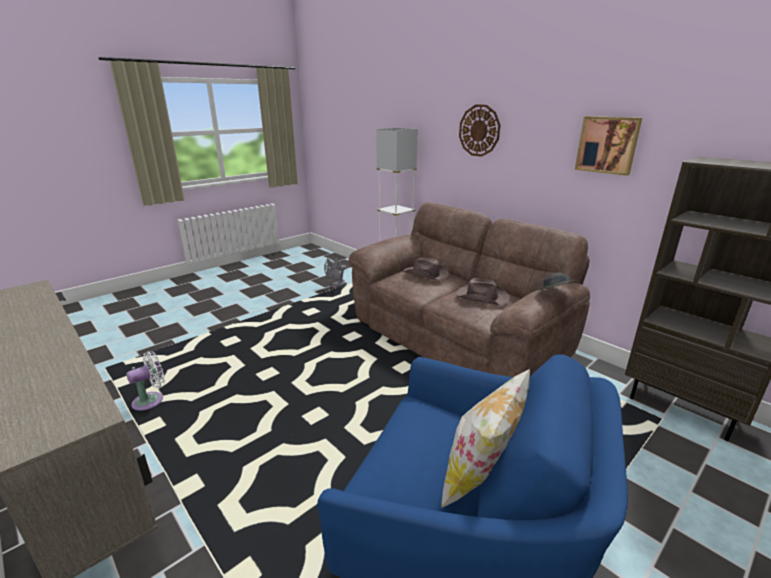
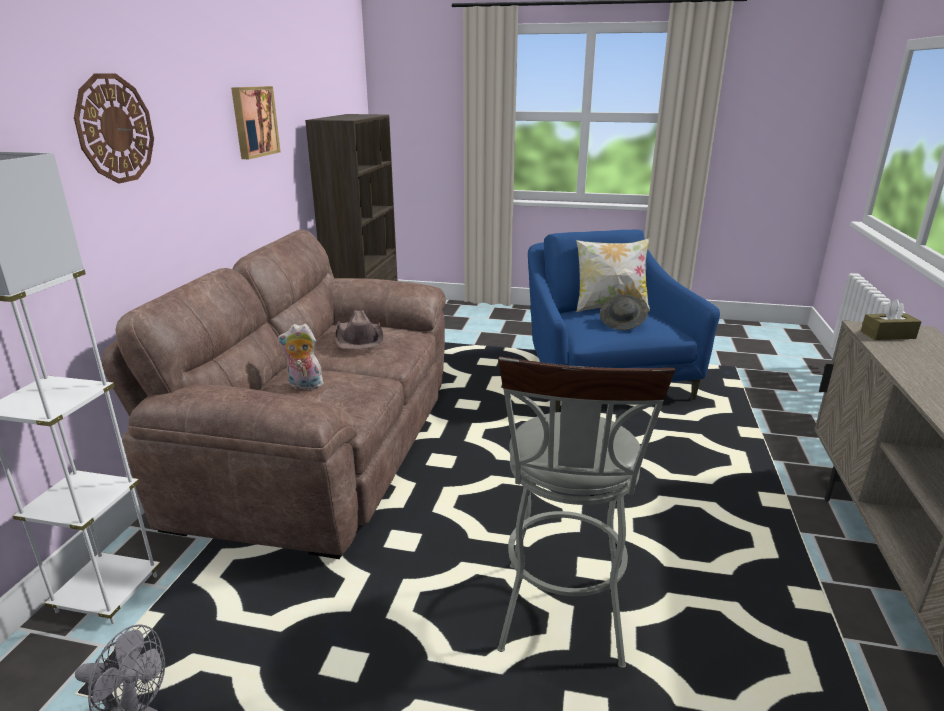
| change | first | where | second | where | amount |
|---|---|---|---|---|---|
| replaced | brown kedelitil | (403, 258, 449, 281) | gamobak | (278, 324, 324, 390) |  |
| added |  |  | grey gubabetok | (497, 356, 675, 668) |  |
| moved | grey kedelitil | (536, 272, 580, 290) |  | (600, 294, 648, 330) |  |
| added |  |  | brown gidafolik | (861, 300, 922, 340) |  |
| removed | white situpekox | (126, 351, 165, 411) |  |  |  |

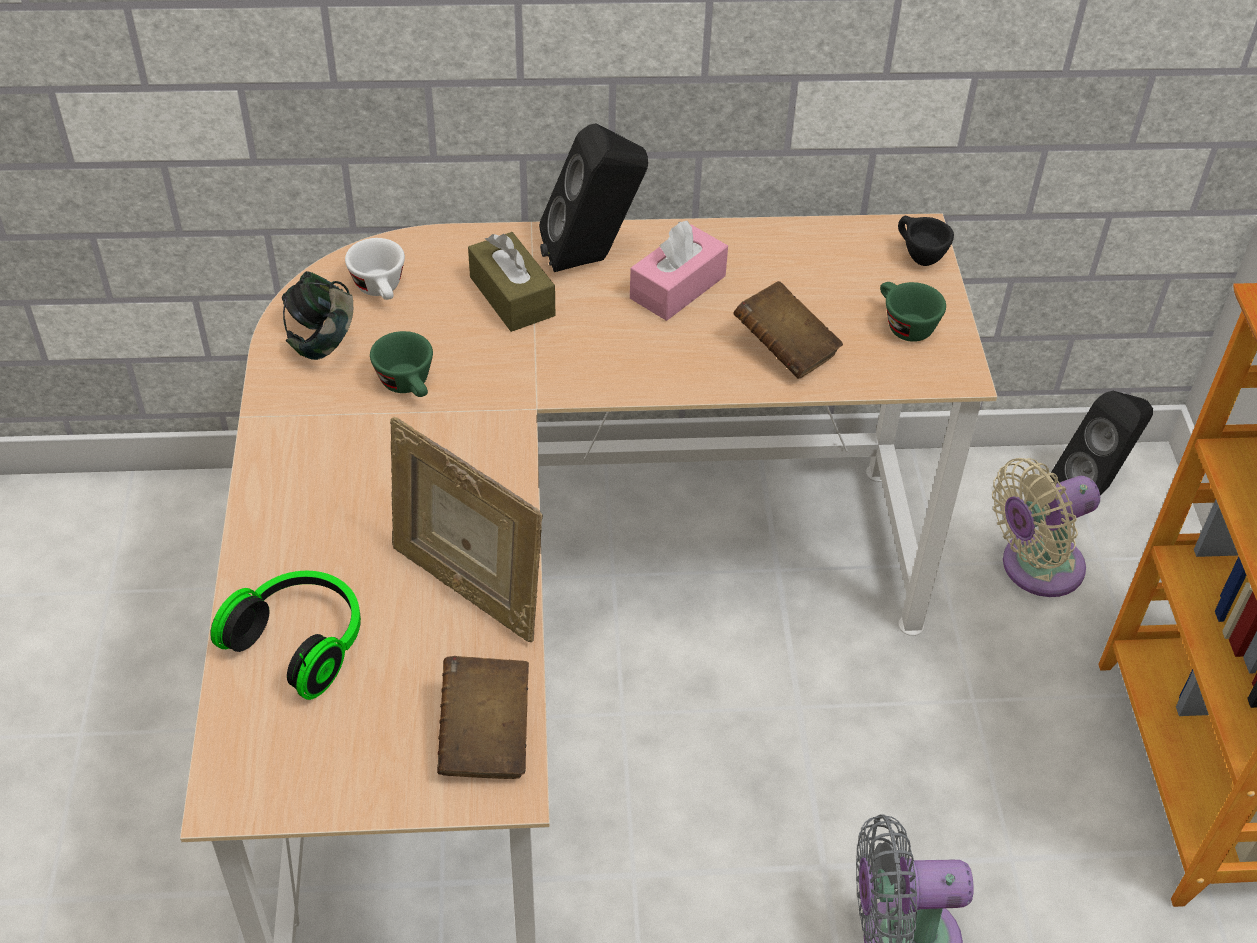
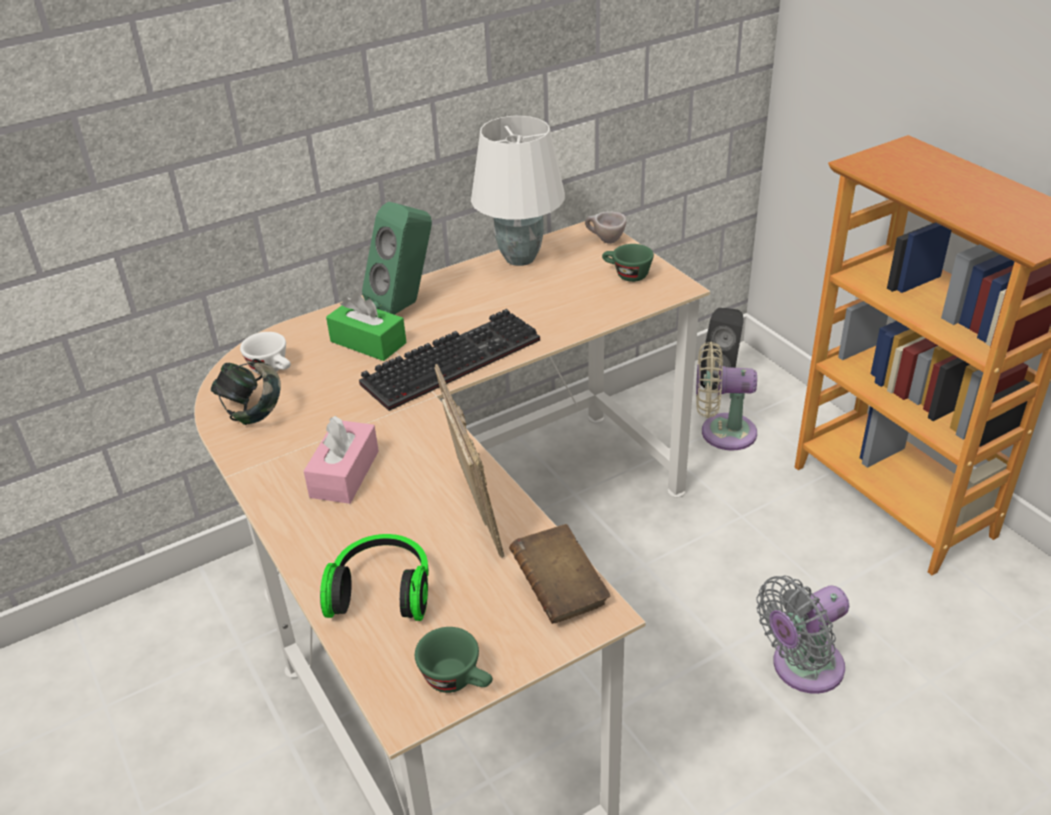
| change | first | where | second | where | amount |
|---|---|---|---|---|---|
| moved | pink gidafolik | (630, 221, 728, 321) |  | (304, 416, 379, 504) |  |
| recoloured | brown gidafolik | (468, 232, 555, 332) | green gidafolik | (326, 293, 407, 361) |  |
| added |  |  | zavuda | (359, 309, 540, 411) |  |
| recoloured | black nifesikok | (539, 123, 648, 272) | green nifesikok | (362, 202, 432, 315) |  |
| moved | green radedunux | (370, 331, 433, 397) |  | (415, 627, 493, 693) |  |
| turned | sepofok | (390, 417, 543, 642) |  | (434, 364, 504, 558) | 120 degrees counterclockwise |
| added |  |  | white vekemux | (471, 116, 565, 266) |  |
| recoloured | black radedunux | (898, 216, 954, 266) | beige radedunux | (585, 212, 626, 244) |  |
| turned | beige situpekox | (992, 458, 1100, 597) |  | (696, 342, 757, 451) | 60 degrees clockwise |
| removed | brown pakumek | (733, 281, 843, 379) |  |  |  |

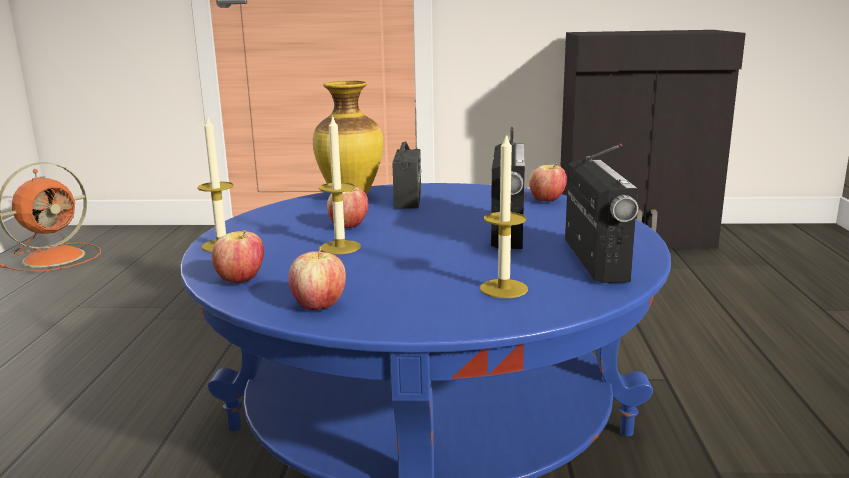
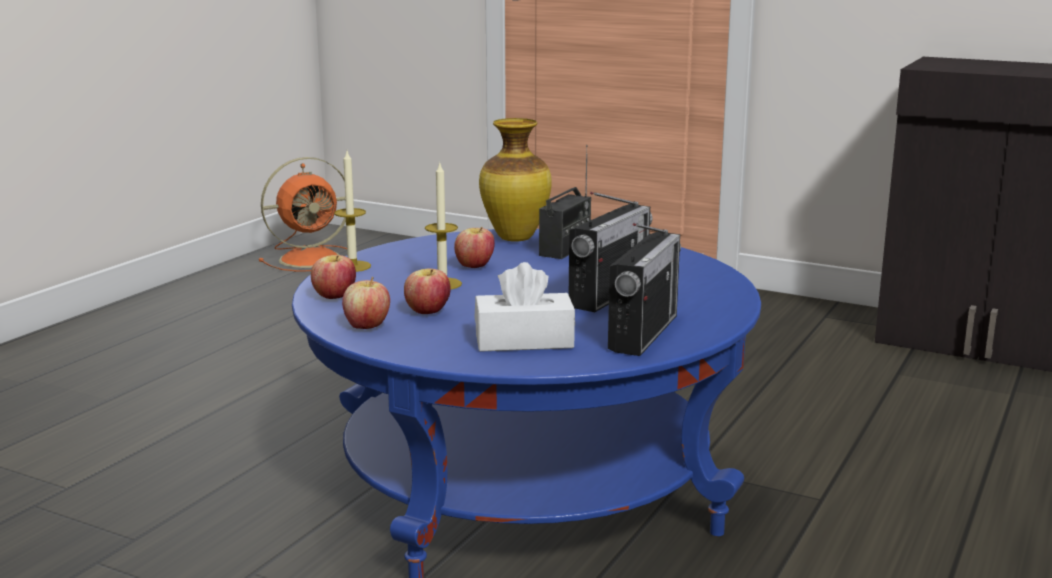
| change | first | where | second | where | amount |
|---|---|---|---|---|---|
| moved | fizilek | (529, 163, 567, 202) |  | (404, 269, 451, 314) |  |
| replaced | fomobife | (480, 132, 528, 298) | white gidafolik | (475, 262, 575, 352) |  |

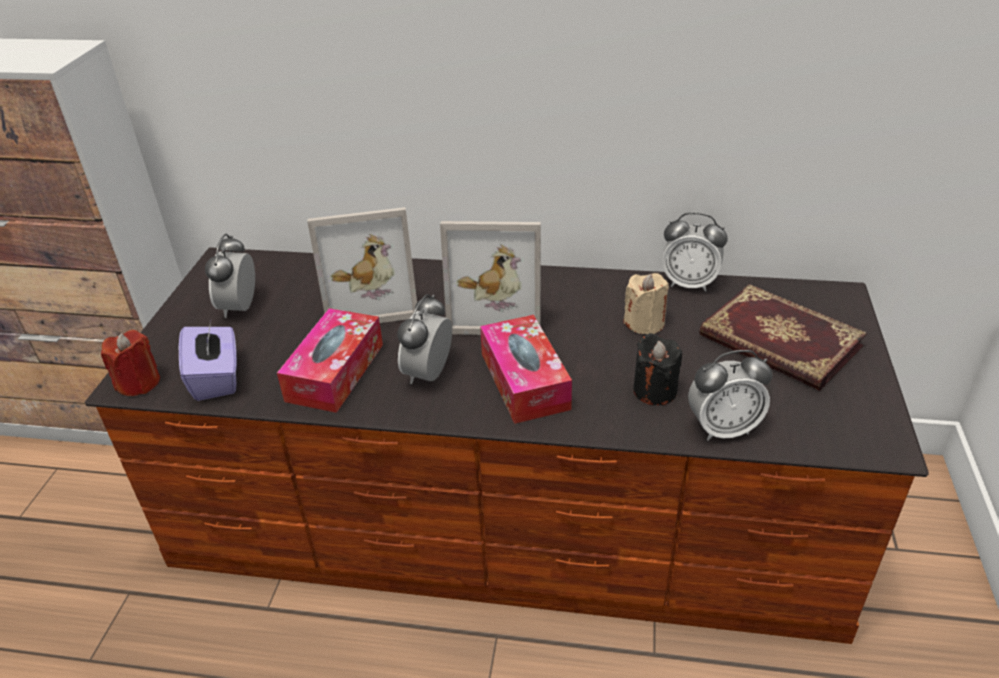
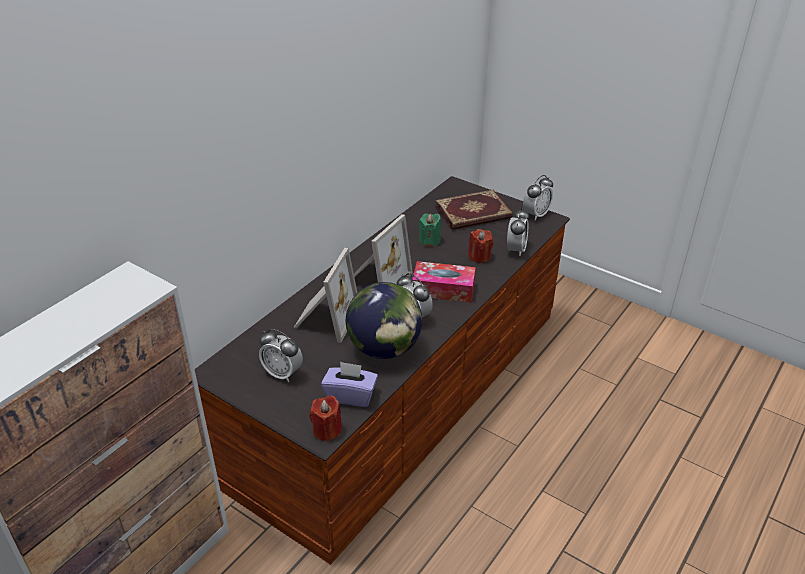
| change | first | where | second | where | amount |
|---|---|---|---|---|---|
| replaced | gidafolik | (277, 308, 383, 413) | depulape | (346, 282, 422, 359) |  |
| recoloured | beige fomobife | (623, 273, 669, 334) | green fomobife | (419, 213, 441, 246) |  |
| recoloured | black fomobife | (633, 333, 682, 405) | red fomobife | (468, 229, 494, 263) |  |
| moved | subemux | (662, 212, 728, 292) |  | (523, 175, 553, 220) |  |

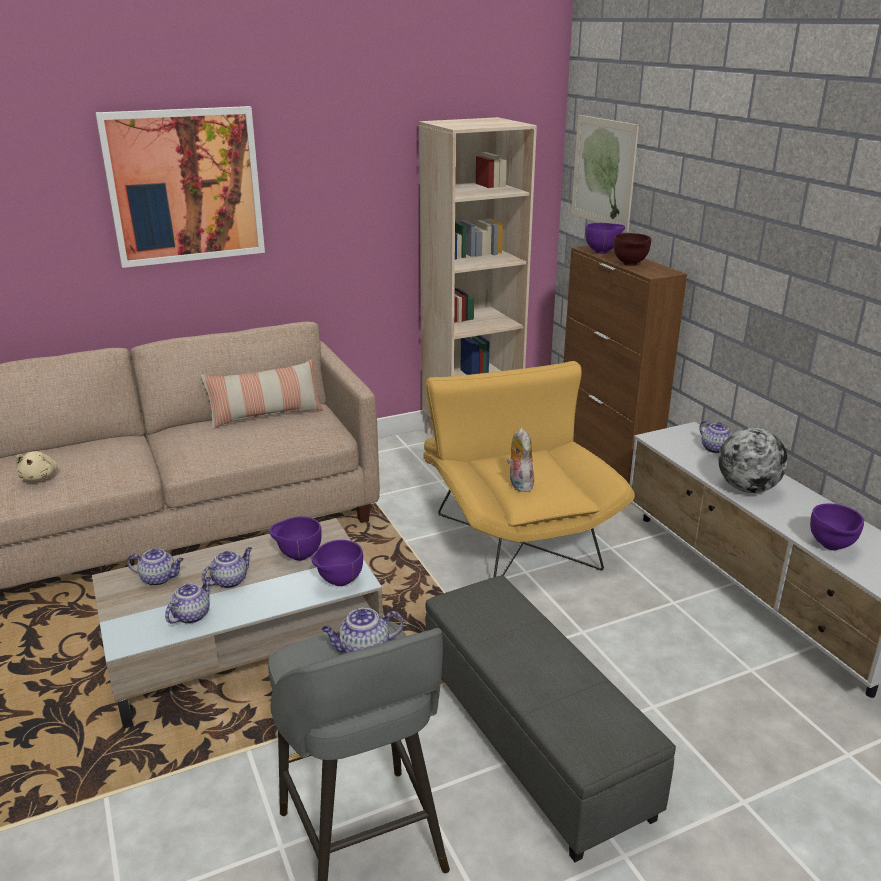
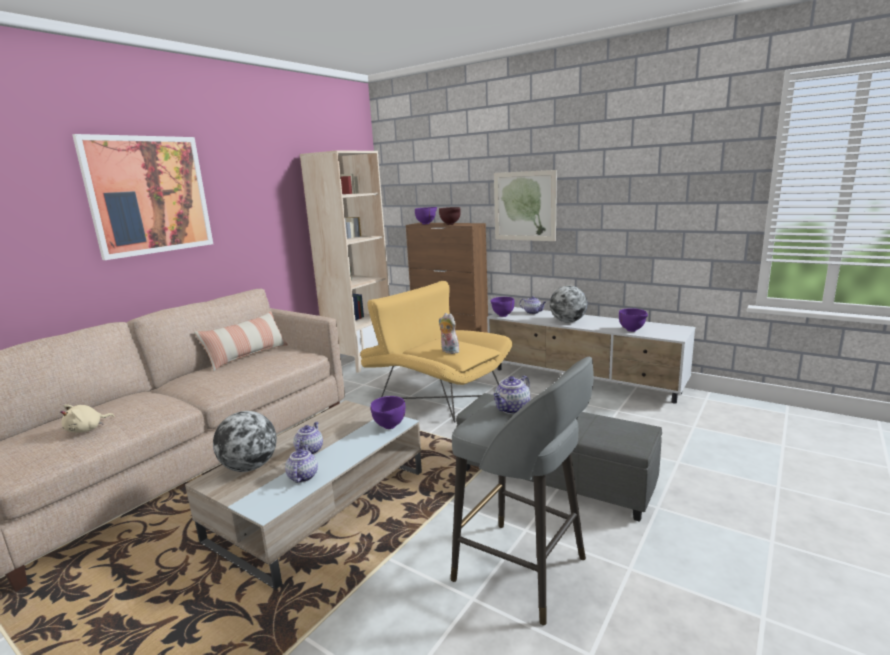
| change | first | where | second | where | amount |
|---|---|---|---|---|---|
| turned | beige gamobak | (15, 451, 58, 481) |  | (60, 404, 114, 432) | 75 degrees clockwise |
| replaced | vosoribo | (127, 549, 184, 586) | depulape | (213, 411, 277, 472) |  |
| moved | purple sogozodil | (270, 516, 322, 561) |  | (490, 297, 515, 317) |  |
| moved | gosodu | (571, 115, 639, 233) |  | (494, 170, 557, 241) |  |

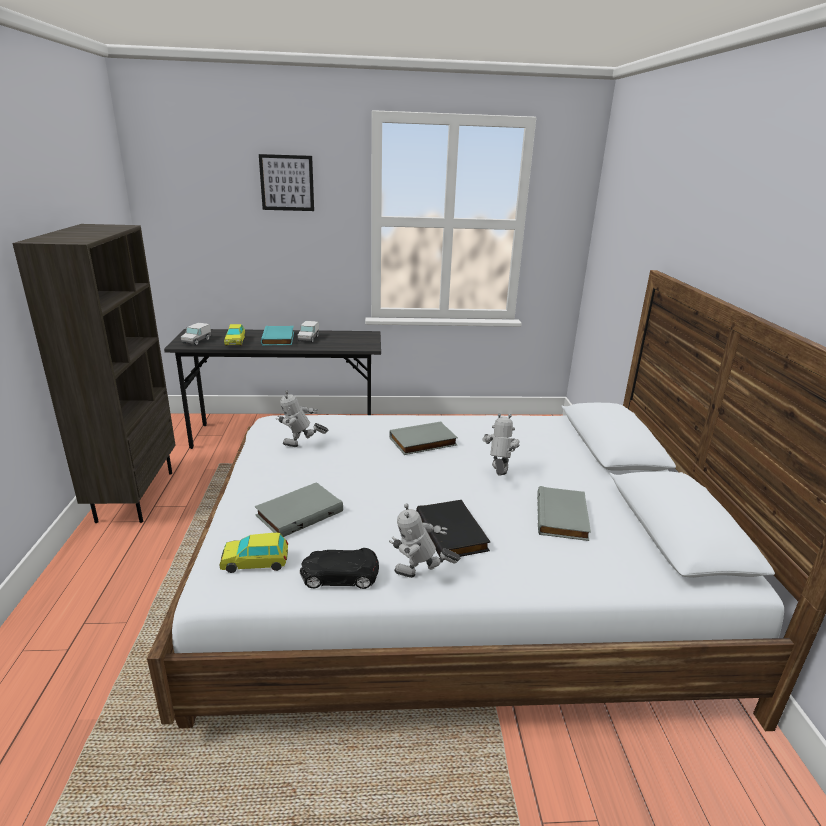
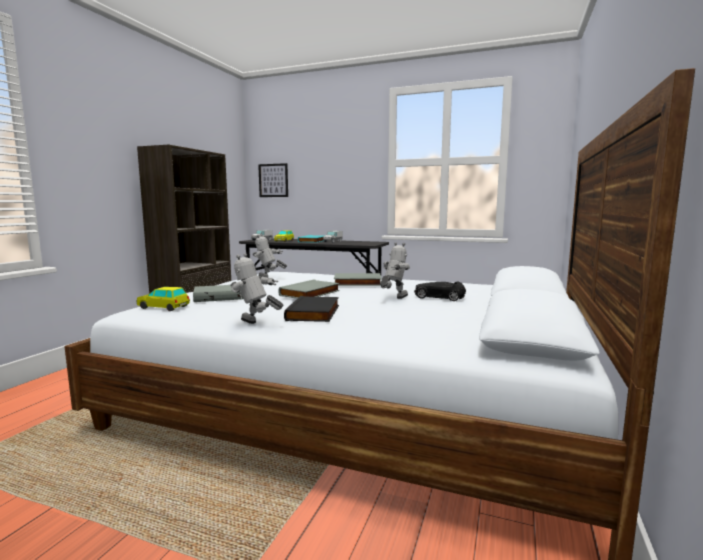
| change | first | where | second | where | amount |
|---|---|---|---|---|---|
| moved | gosodu | (259, 154, 314, 211) |  | (258, 163, 288, 197) |  |
| moved | grey pakumek | (537, 486, 591, 541) |  | (278, 280, 340, 298) |  |
| moved | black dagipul | (300, 548, 379, 589) |  | (414, 281, 466, 301) |  |

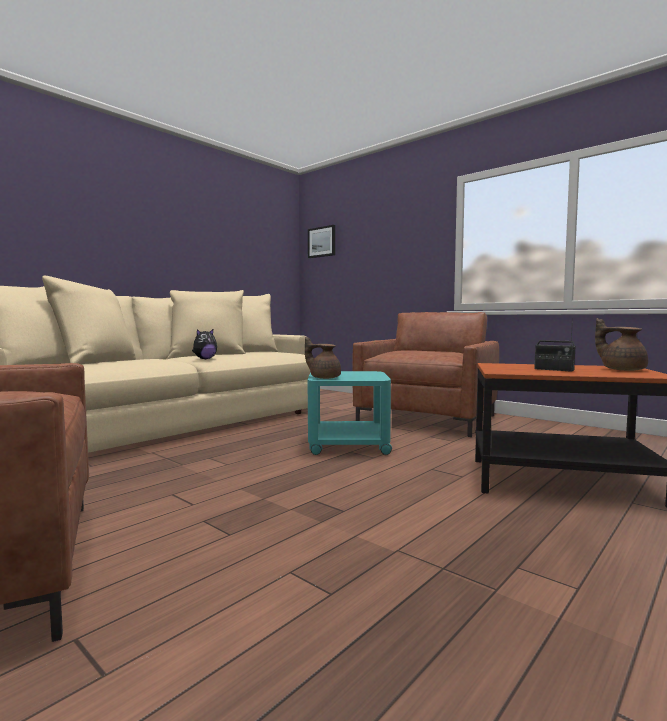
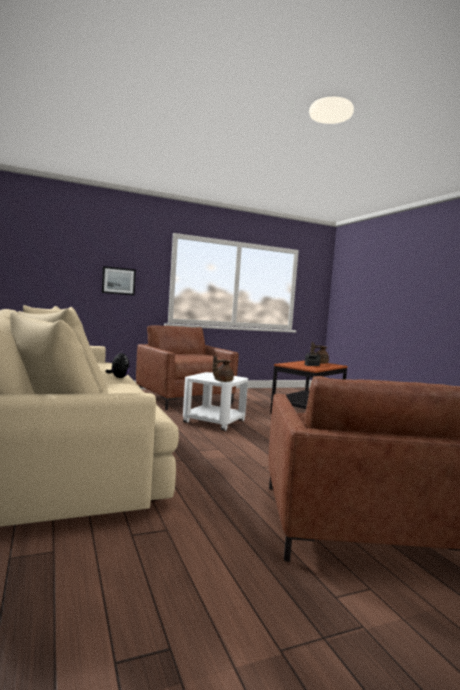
| change | first | where | second | where | amount |
|---|---|---|---|---|---|
| moved | gosodu | (308, 225, 335, 258) |  | (102, 266, 136, 295) |  |
| recoloured | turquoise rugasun | (308, 371, 392, 455) | white rugasun | (183, 372, 248, 431) |  |

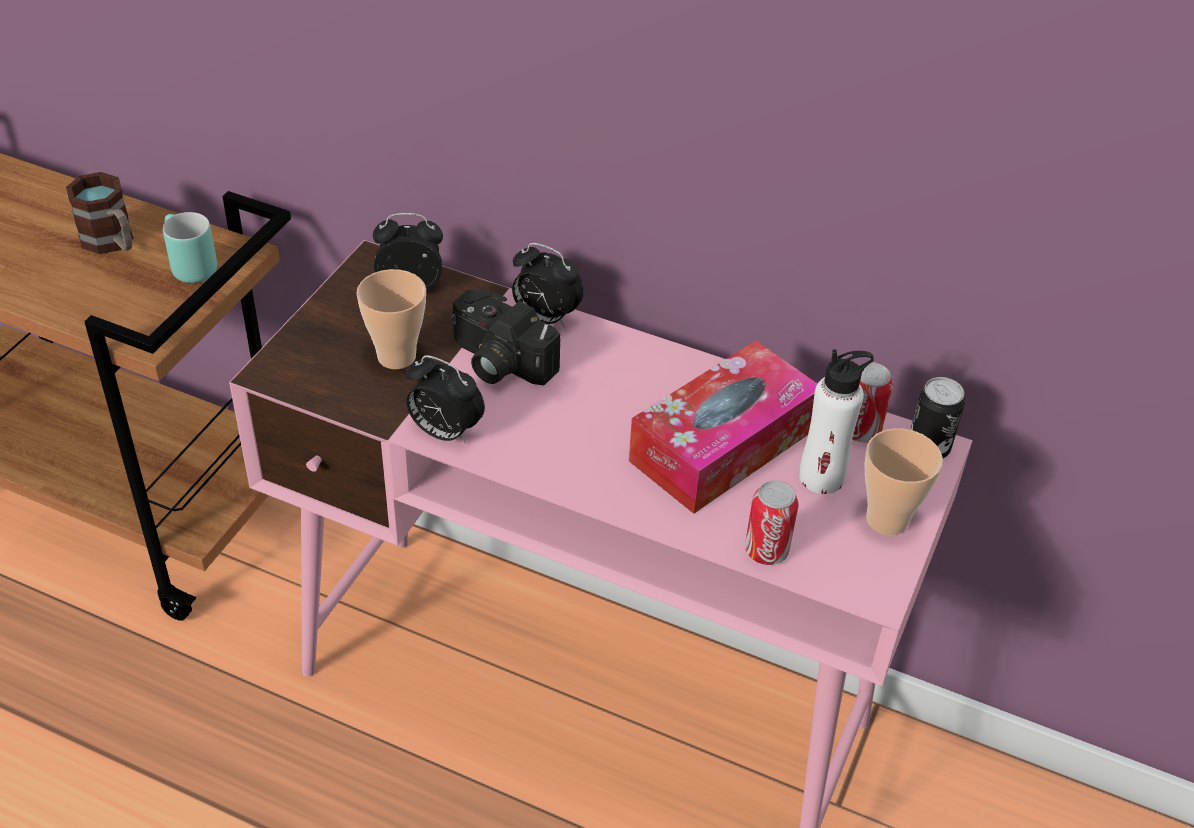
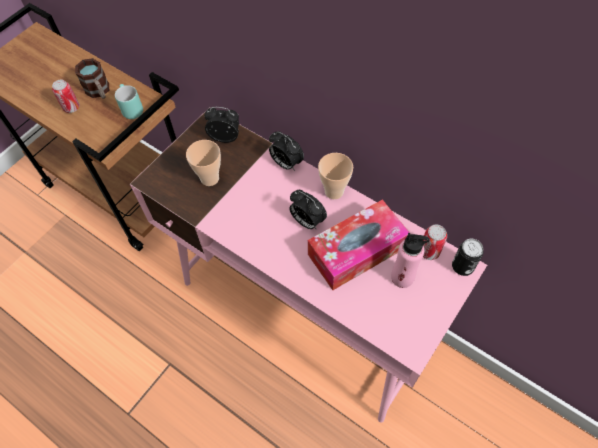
| change | first | where | second | where | amount |
|---|---|---|---|---|---|
| moved | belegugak | (745, 480, 798, 565) |  | (52, 80, 80, 113) |  |
| moved | subemux | (406, 355, 485, 444) |  | (289, 190, 327, 230) |  |
| moved | radedunux | (865, 428, 943, 535) |  | (318, 153, 353, 199) |  |
| recoloured | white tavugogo | (799, 349, 874, 494) | pink tavugogo | (391, 233, 430, 288) |  |
| removed | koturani | (450, 289, 561, 386) |  |  |  |

